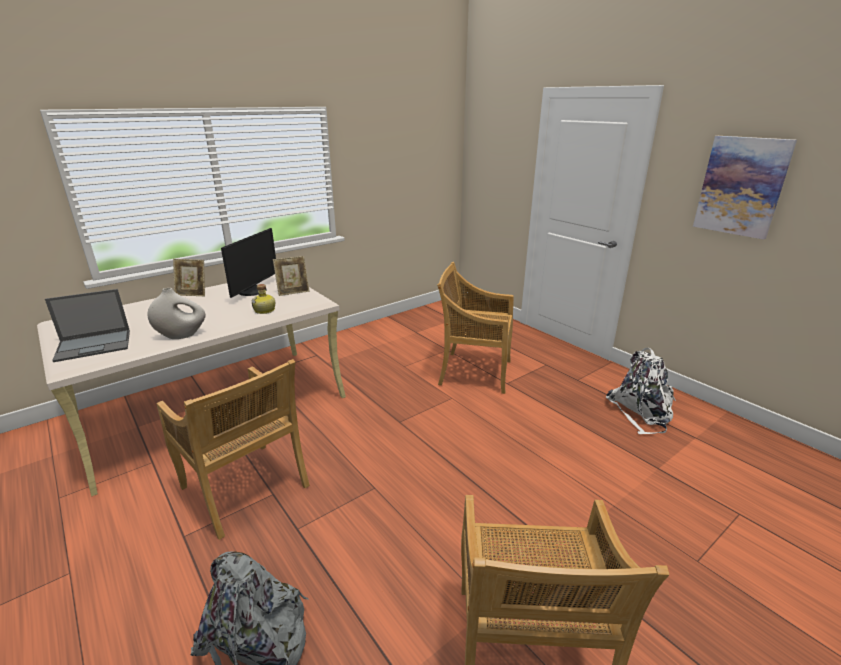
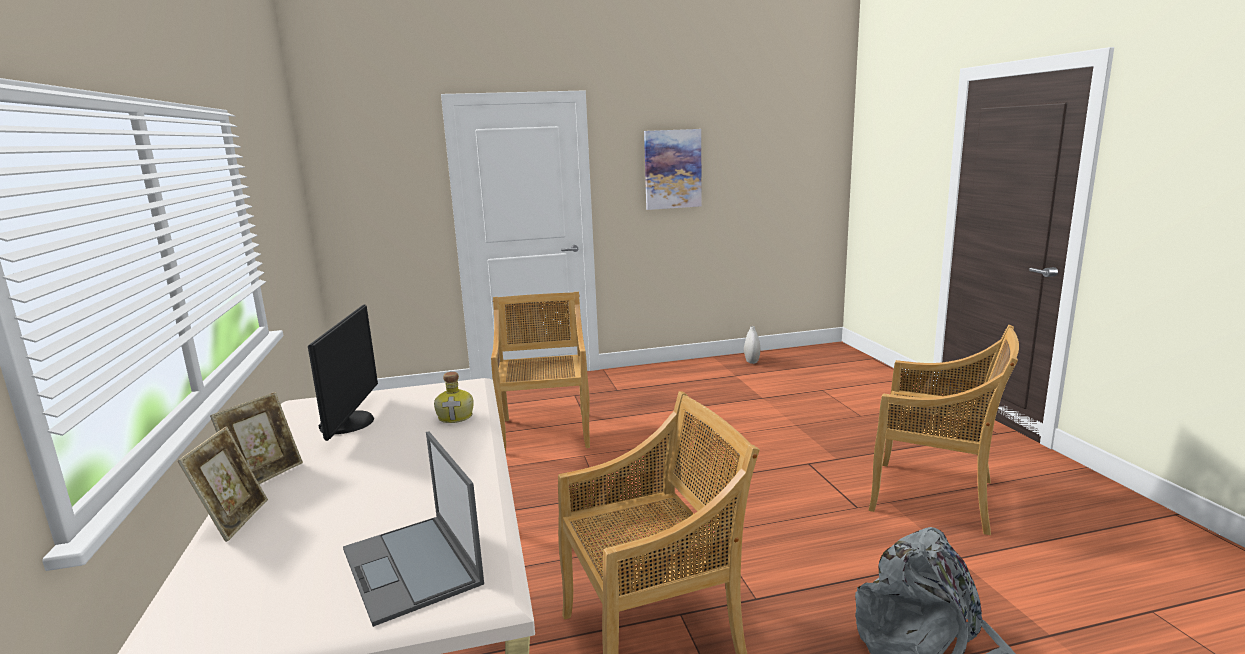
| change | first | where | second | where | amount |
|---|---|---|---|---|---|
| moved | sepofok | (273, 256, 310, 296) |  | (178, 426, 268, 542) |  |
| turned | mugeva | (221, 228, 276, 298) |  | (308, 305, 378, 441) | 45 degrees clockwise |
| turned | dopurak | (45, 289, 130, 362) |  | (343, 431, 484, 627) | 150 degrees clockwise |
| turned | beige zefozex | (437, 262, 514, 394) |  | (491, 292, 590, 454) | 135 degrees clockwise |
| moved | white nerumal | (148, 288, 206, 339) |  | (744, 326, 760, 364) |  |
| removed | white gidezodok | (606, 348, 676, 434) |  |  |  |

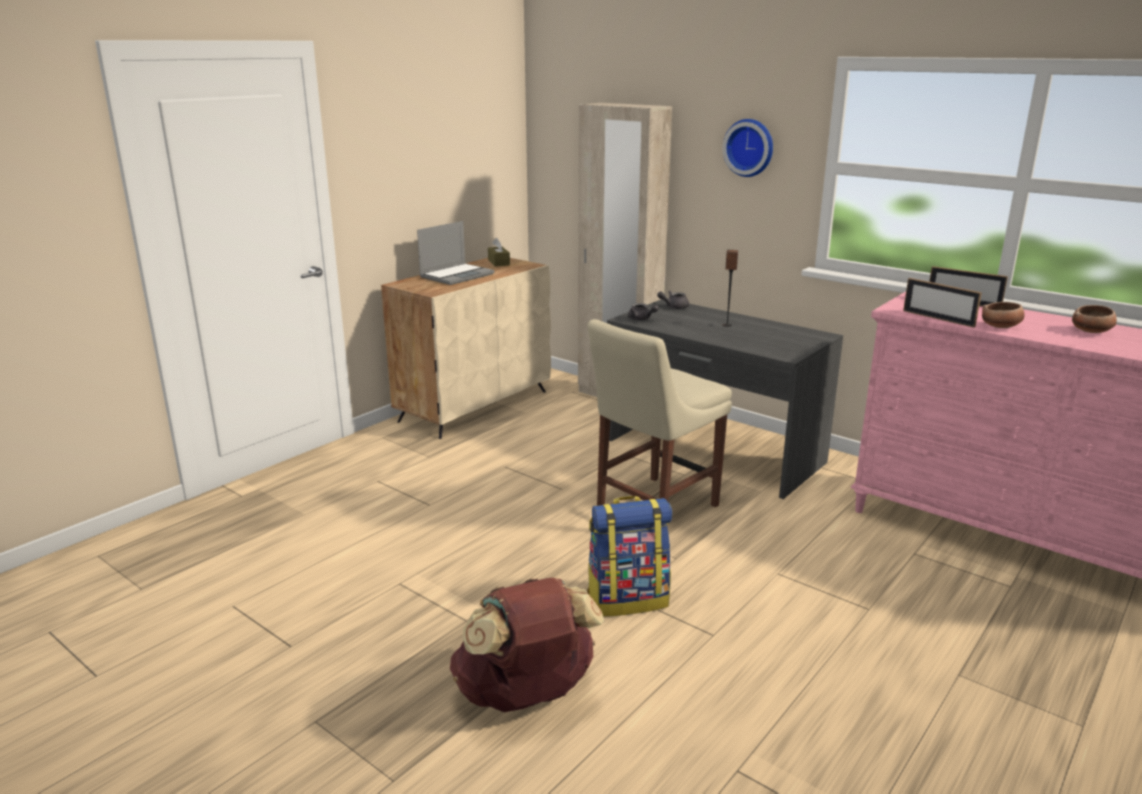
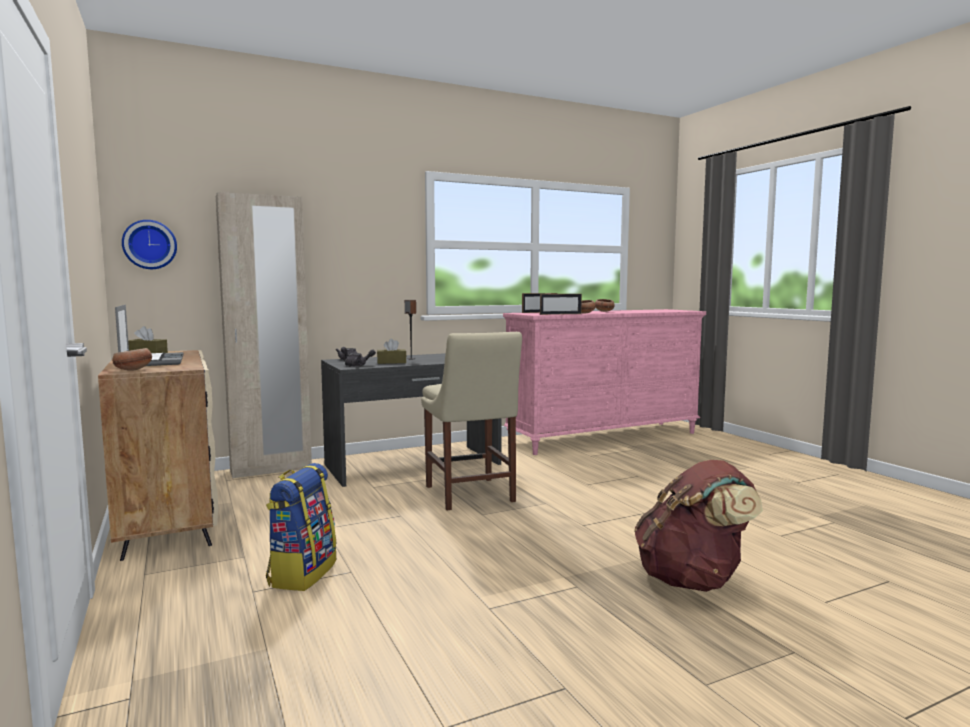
| change | first | where | second | where | amount |
|---|---|---|---|---|---|
| added |  |  | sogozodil | (113, 348, 152, 371) |  |
| moved | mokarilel | (722, 119, 773, 177) |  | (122, 220, 177, 269) |  |
| moved | gidezodok | (587, 496, 672, 617) |  | (266, 463, 336, 591) |  |
| added |  |  | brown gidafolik | (377, 338, 407, 364) |  |

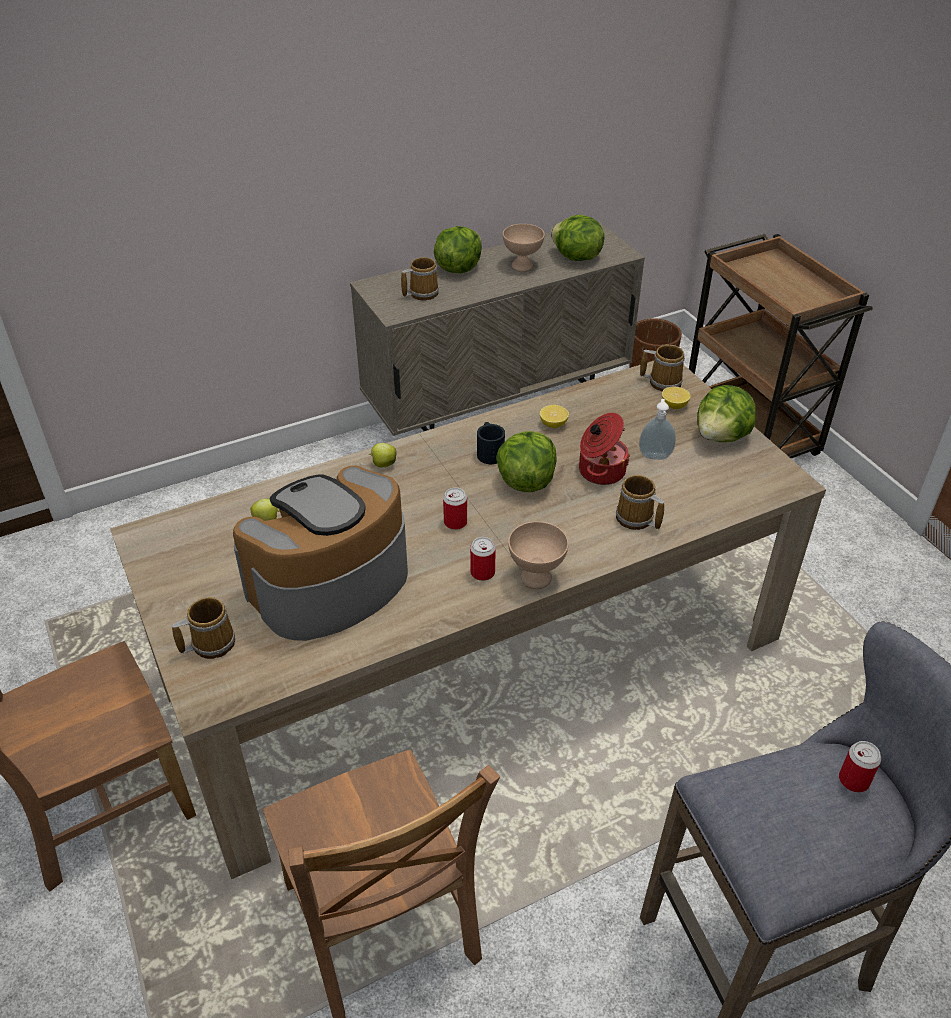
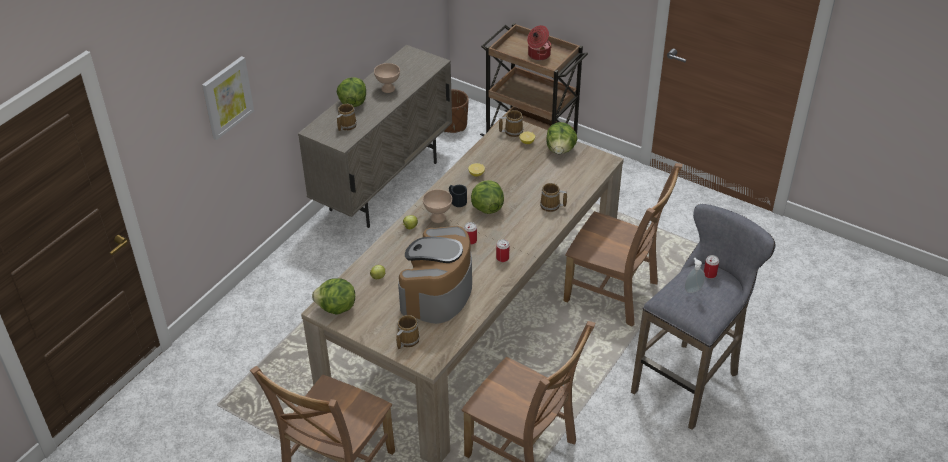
| change | first | where | second | where | amount |
|---|---|---|---|---|---|
| added |  |  | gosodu | (202, 56, 254, 140) |  |
| moved | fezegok | (551, 215, 604, 261) |  | (312, 278, 355, 315) |  |
| moved | beige sogozodil | (508, 521, 569, 589) |  | (423, 189, 452, 223) |  |
| moved | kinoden | (579, 413, 630, 485) |  | (527, 25, 552, 60) |  |
| added |  |  | brown zefozex | (564, 163, 683, 327) |  |
| moved | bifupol | (639, 399, 676, 460) |  | (685, 258, 705, 293) |  |

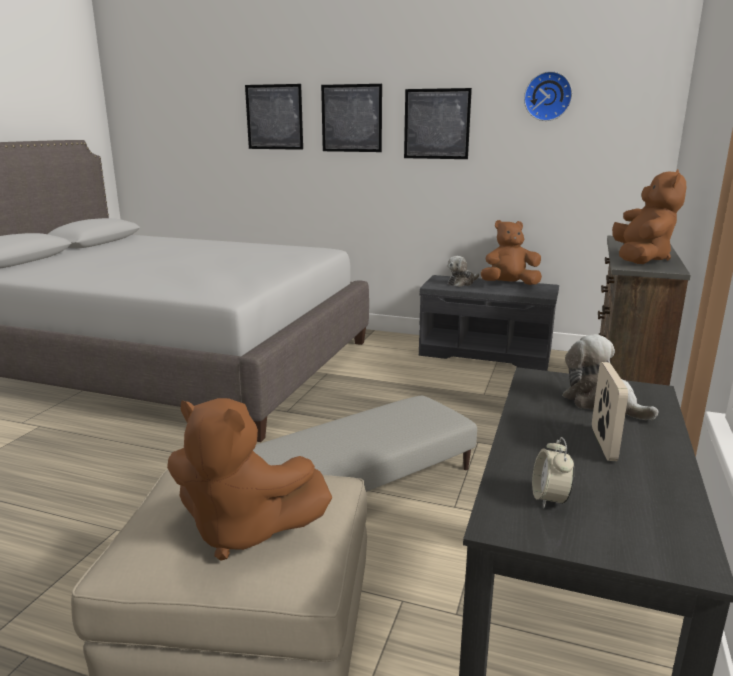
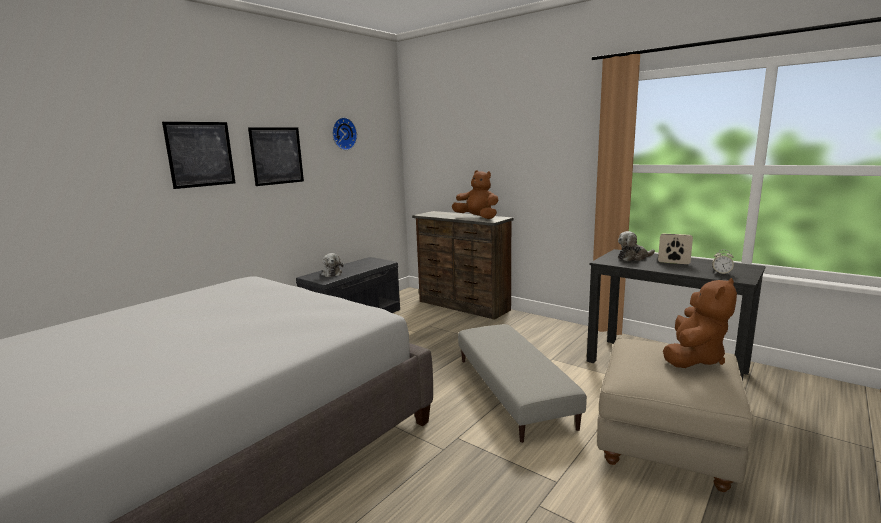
| change | first | where | second | where | amount |
|---|---|---|---|---|---|
| removed | gosodu | (245, 84, 303, 150) |  |  |  |
| removed | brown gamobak | (481, 220, 542, 285) |  |  |  |

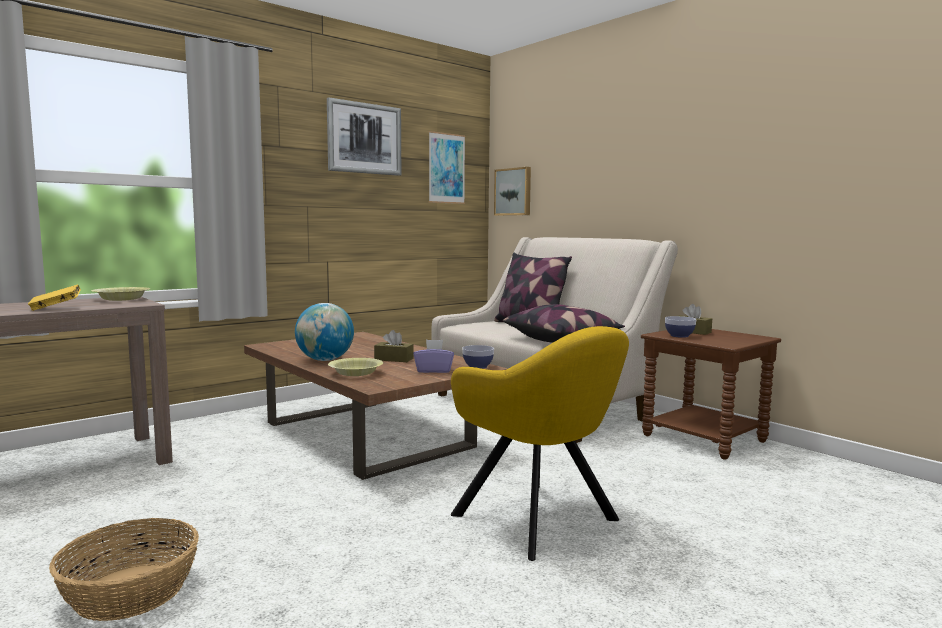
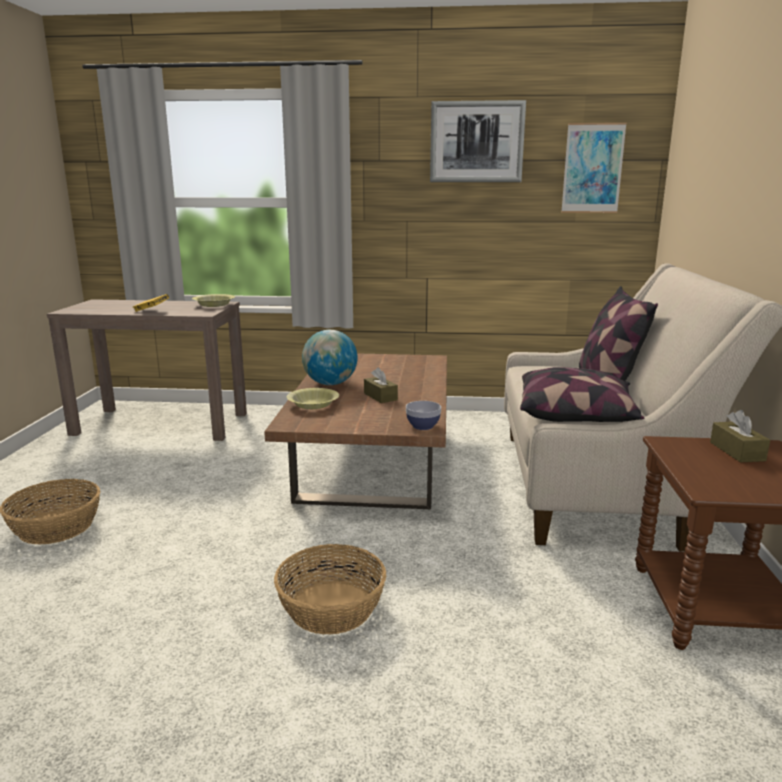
| change | first | where | second | where | amount |
|---|---|---|---|---|---|
| replaced | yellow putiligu | (451, 326, 629, 561) | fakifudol | (274, 544, 386, 634) |  |
| removed | purple gidafolik | (413, 340, 454, 373) |  |  |  |
| removed | gosodu | (494, 167, 531, 216) |  |  |  |
| removed | sogozodil | (665, 316, 696, 338) |  |  |  |

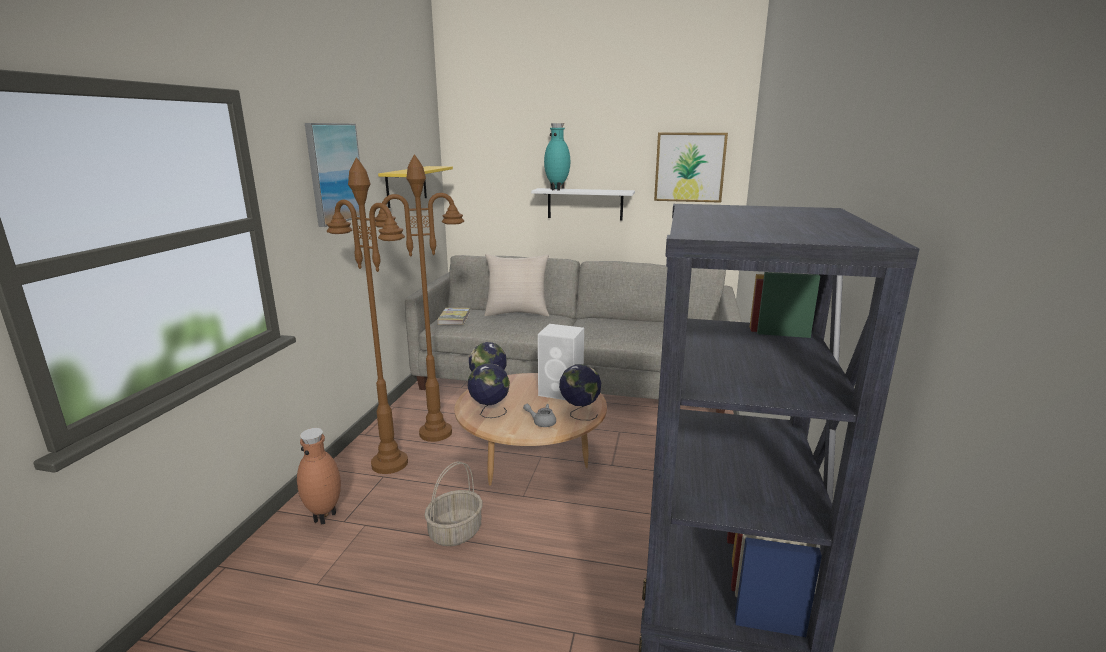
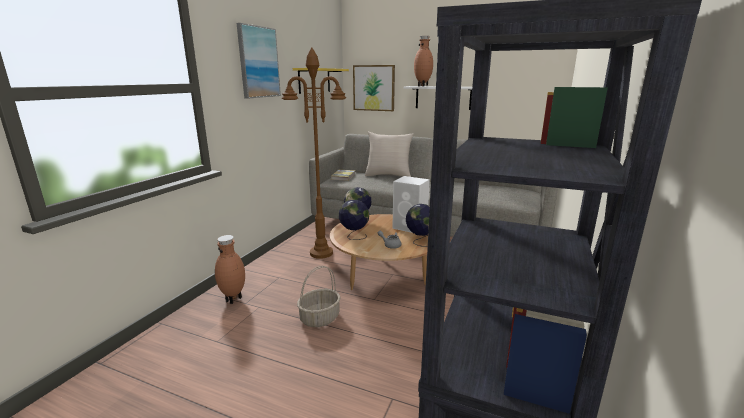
| change | first | where | second | where | amount |
|---|---|---|---|---|---|
| moved | gosodu | (654, 133, 728, 203) |  | (353, 65, 395, 111) |  |
| recoloured | turquoise nerumal | (544, 123, 570, 191) | brown nerumal | (414, 36, 433, 86) |  |
| removed | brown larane | (327, 157, 408, 474) |  |  |  |

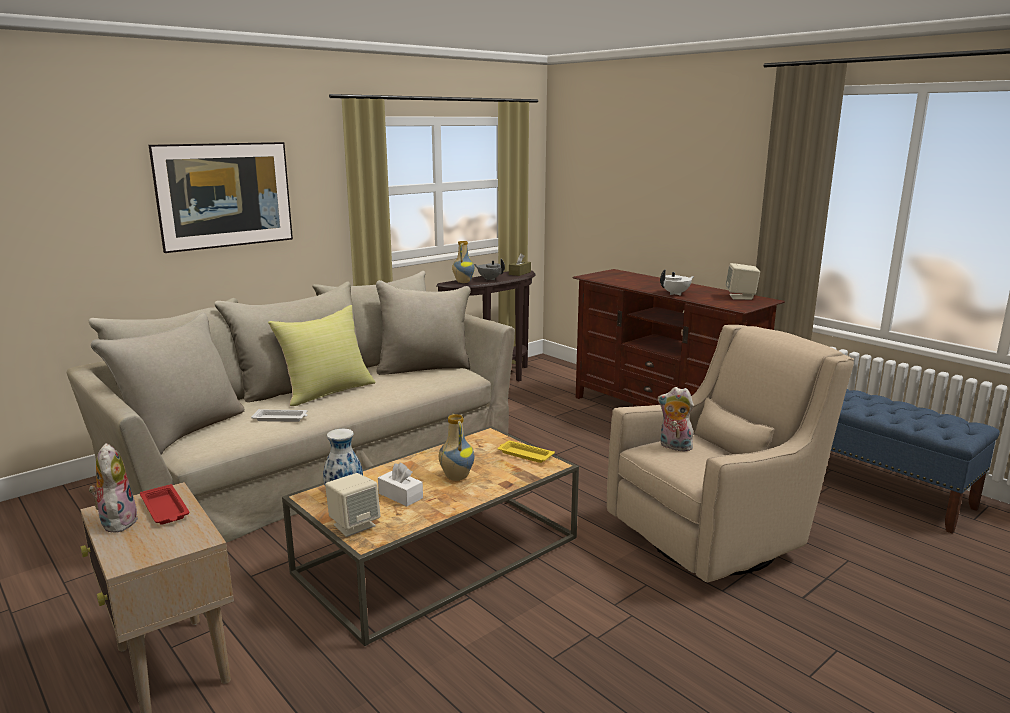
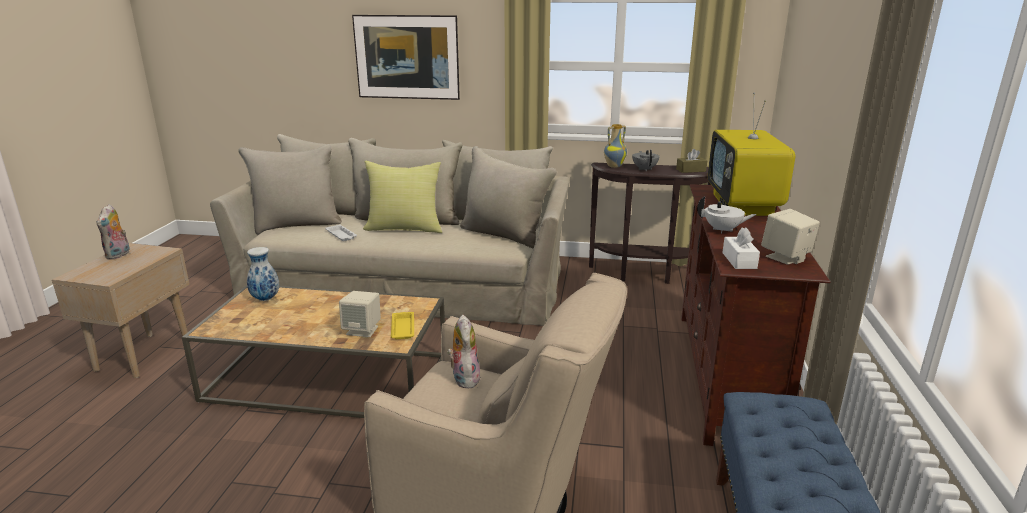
| change | first | where | second | where | amount |
|---|---|---|---|---|---|
| turned | gamobak | (89, 443, 138, 533) |  | (96, 204, 130, 260) | 150 degrees clockwise |
| moved | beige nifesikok | (325, 473, 381, 537) |  | (339, 291, 381, 337) |  |
| added |  |  | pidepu | (708, 92, 796, 216) |  |
| moved | white gidafolik | (378, 463, 423, 506) |  | (722, 227, 760, 269) |  |
| removed | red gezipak | (140, 484, 190, 525) |  |  |  |
| removed | nerumal | (439, 414, 474, 481) |  |  |  |

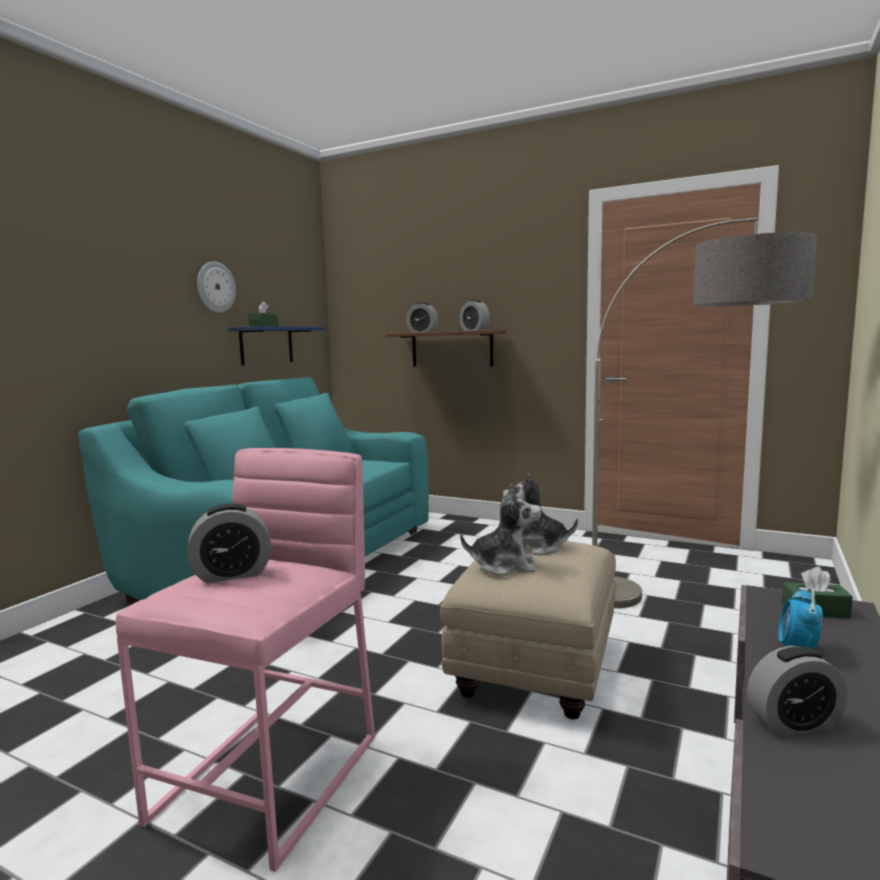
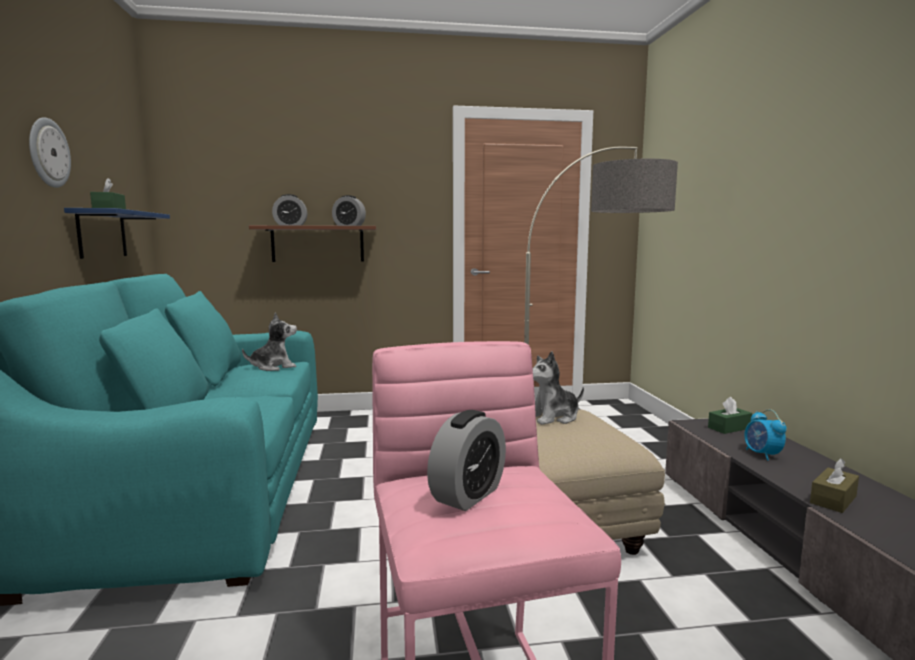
| change | first | where | second | where | amount |
|---|---|---|---|---|---|
| moved | gamobak | (460, 484, 541, 575) |  | (242, 312, 297, 371) |  |
| replaced | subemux | (747, 646, 848, 736) | brown gidafolik | (810, 458, 859, 513) |  |

